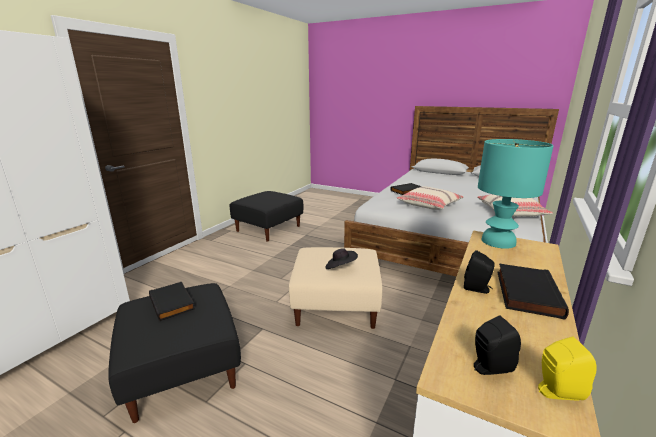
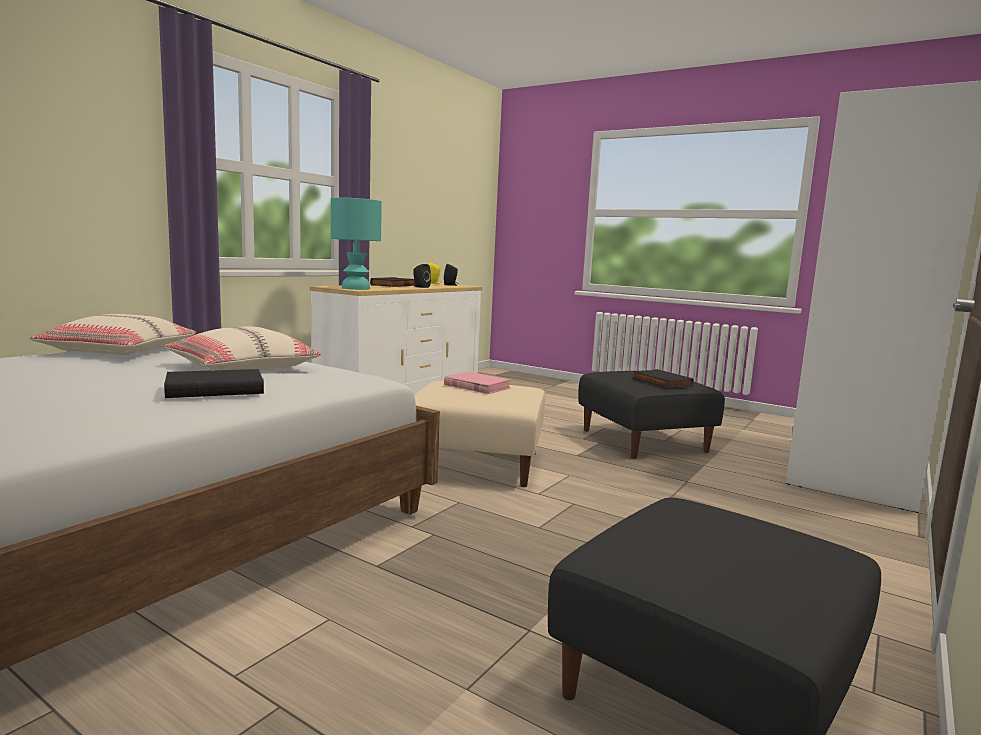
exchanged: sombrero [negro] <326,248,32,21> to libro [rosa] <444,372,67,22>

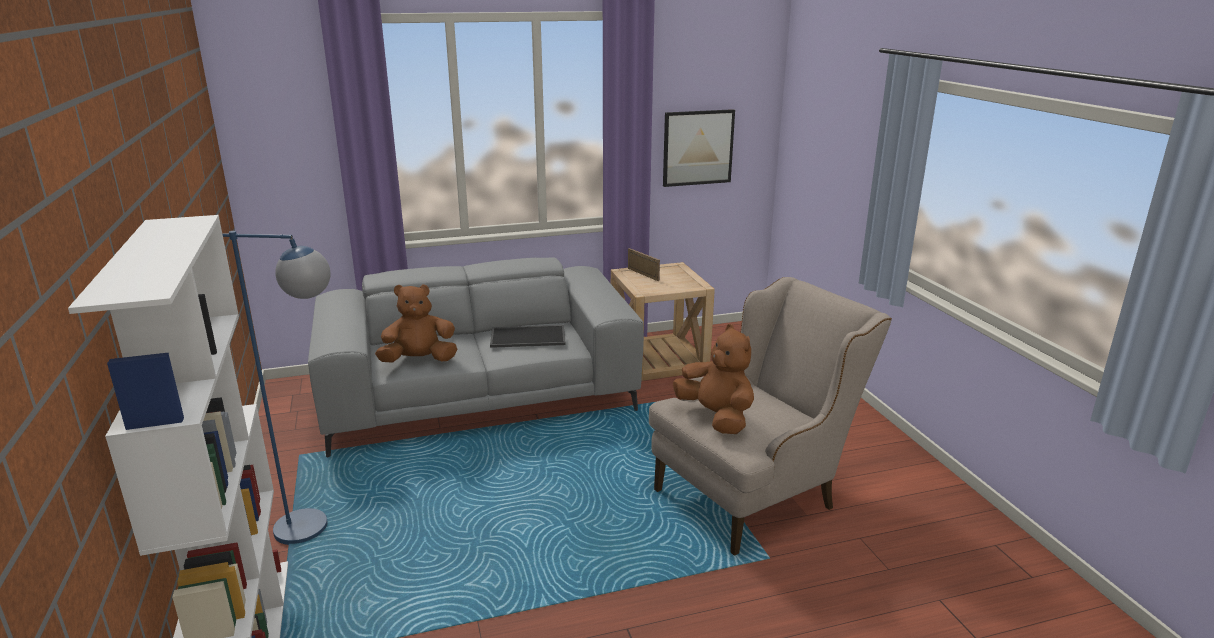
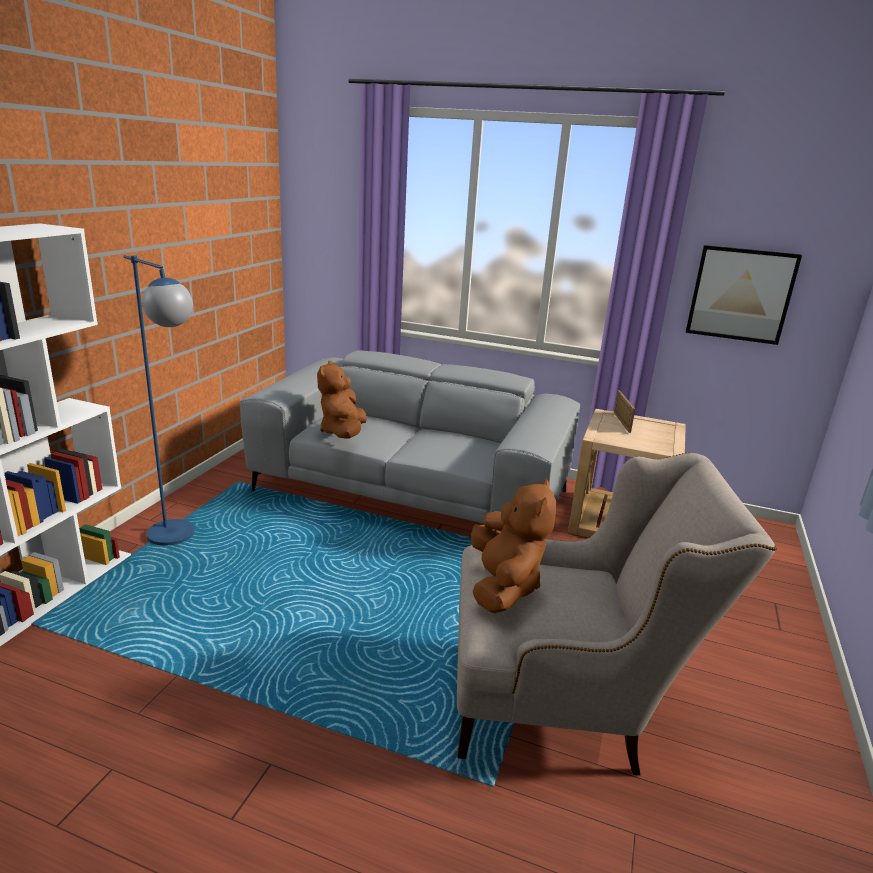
missing: bandeja <490,325,76,23>
spun: peluche [marrón] <375,284,82,79> = <317,361,50,78> 105 degrees counterclockwise

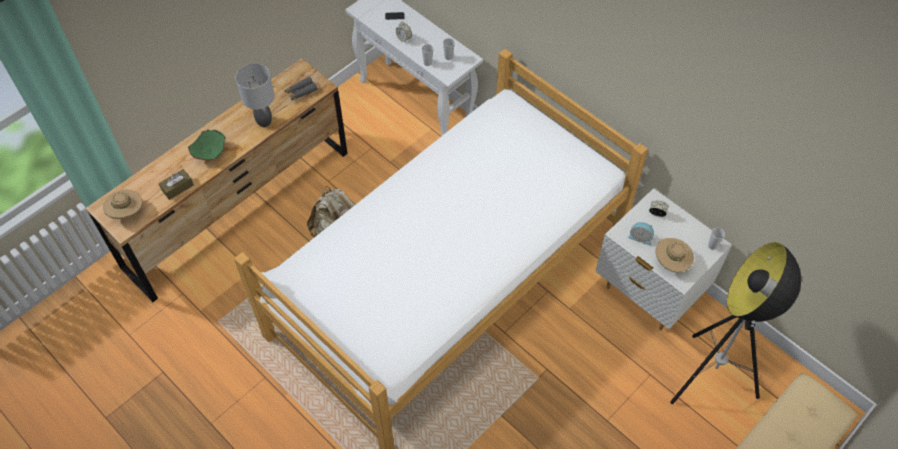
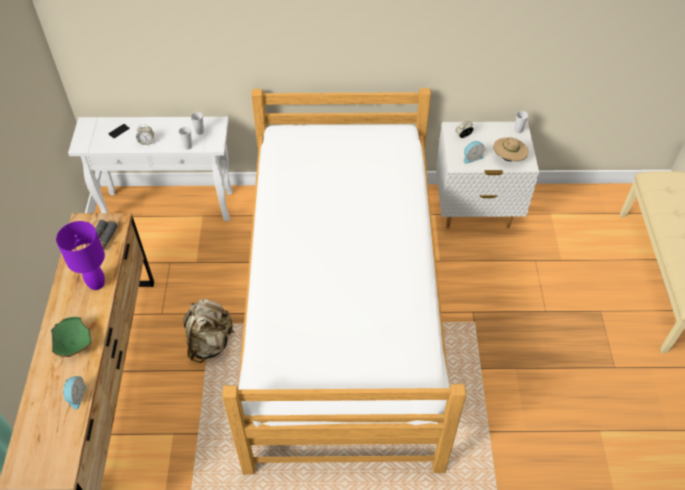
missing: sombrero [beis] <103,190,39,29>; lámpara de pie <670,242,131,162>
exchanged: caja de pañuelos [marrón] <159,169,35,31> to despertador <63,376,23,34>
colour: lámpara de mesa [gris] <236,63,39,64> to lámpara de mesa [morado] <56,221,49,69>

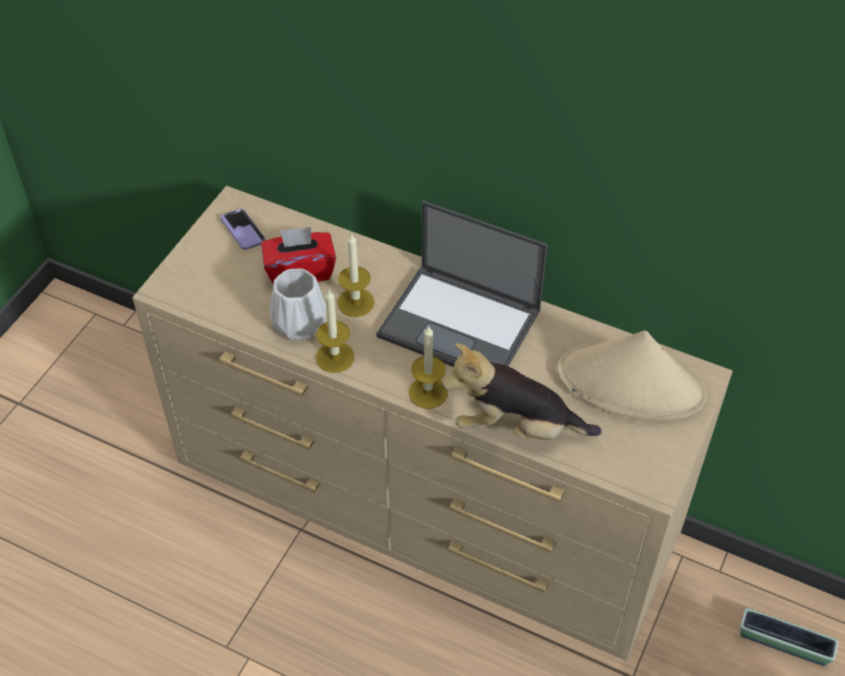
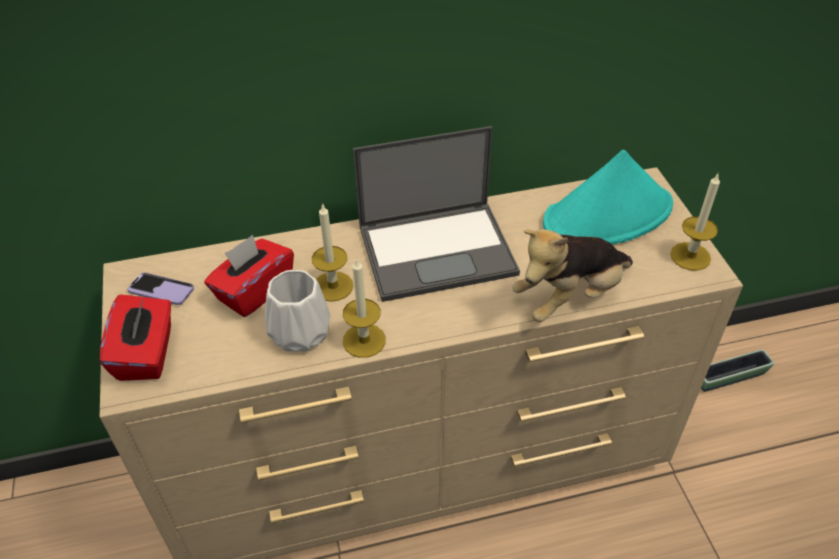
appeared: caja de pañuelos [rojo] <100,294,71,87>
relocated: vela <409,325,39,84> to <670,174,50,97>
colour: sombrero [beis] <557,330,150,91> to sombrero [turquesa] <543,150,130,94>

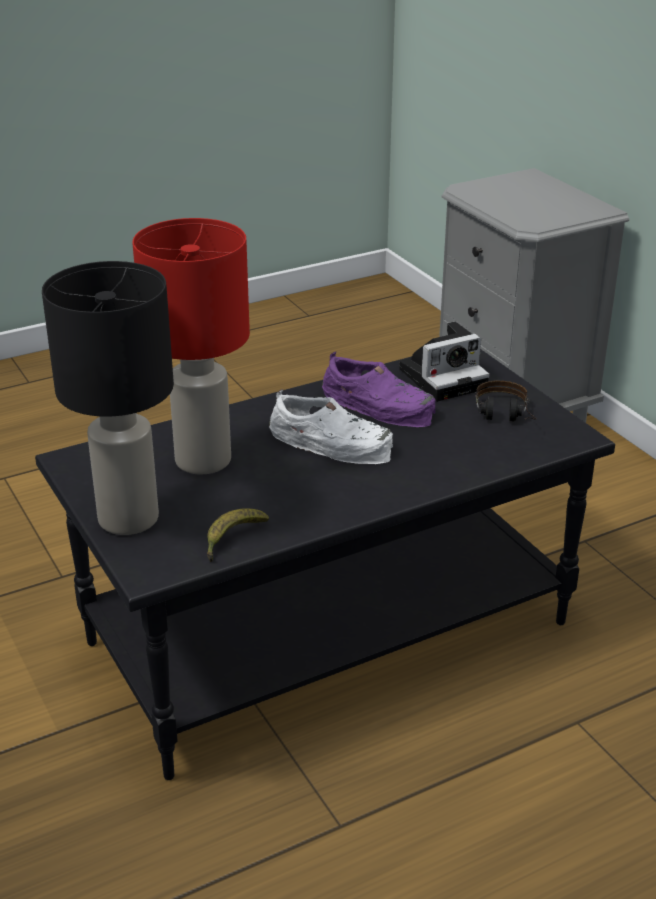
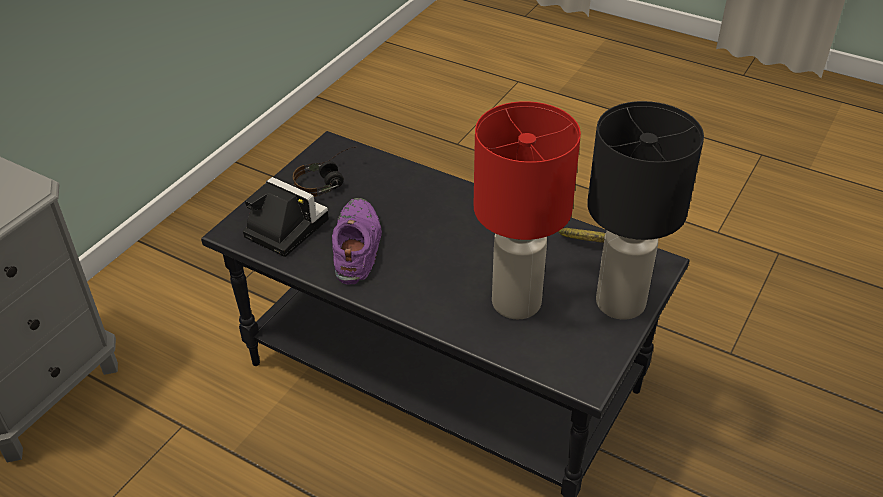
missing: zapato [blanco] <269,389,124,75>

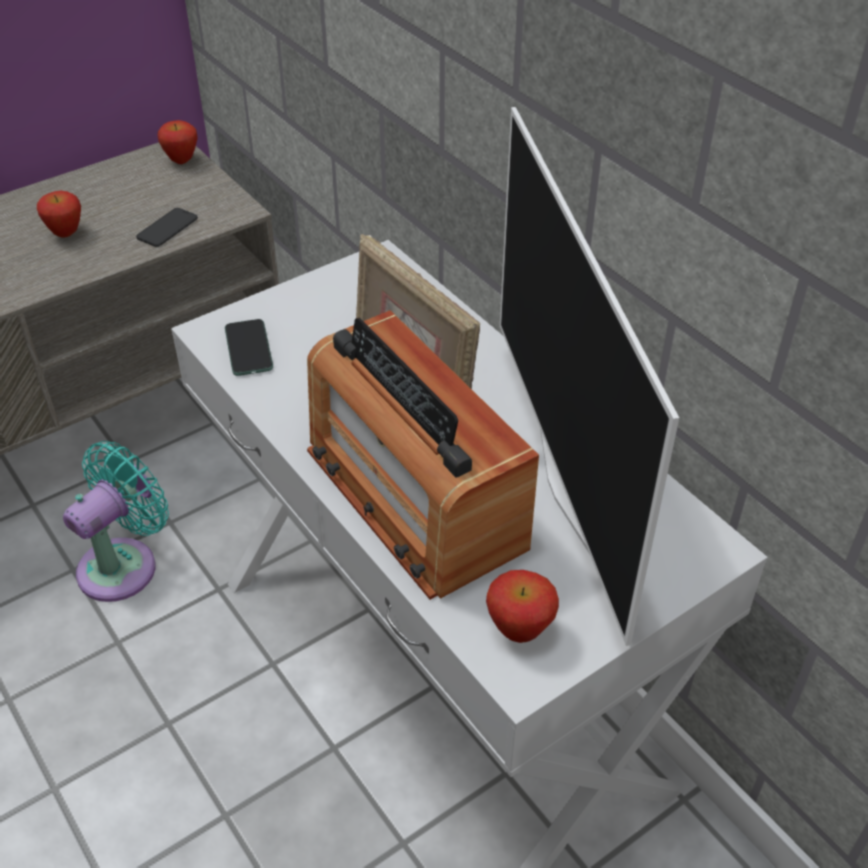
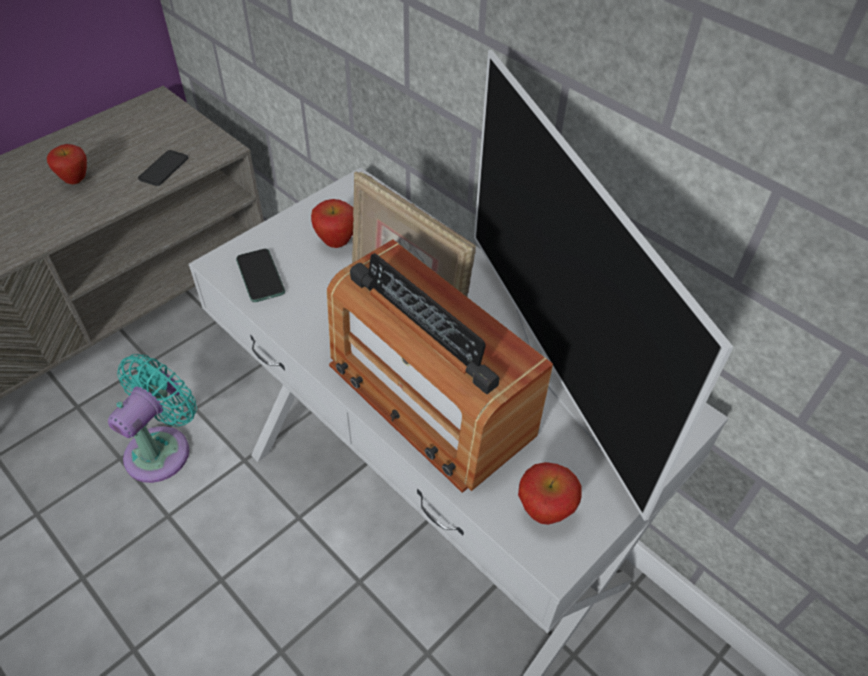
relocated: manzana <158,120,39,44> to <311,199,42,49>

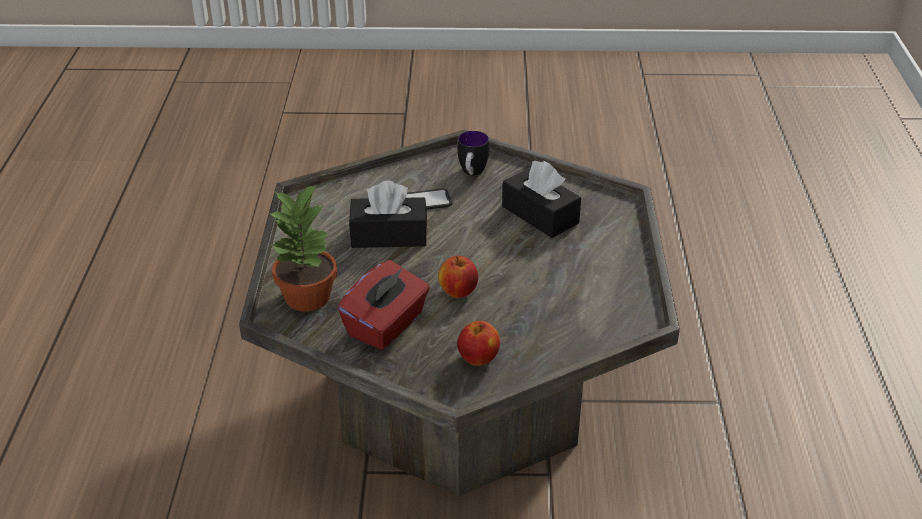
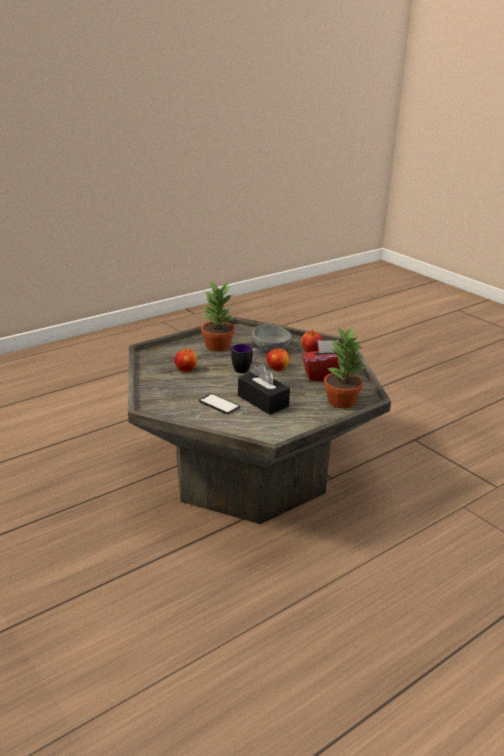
appeared: planta en maceta <201,281,34,71>; cuenco [gris] <252,324,39,27>
relocated: taza grande <457,131,32,45> to <231,344,28,29>
exchanged: caja de pañuelos [negro] <502,161,79,77> to manzana <175,348,22,24>

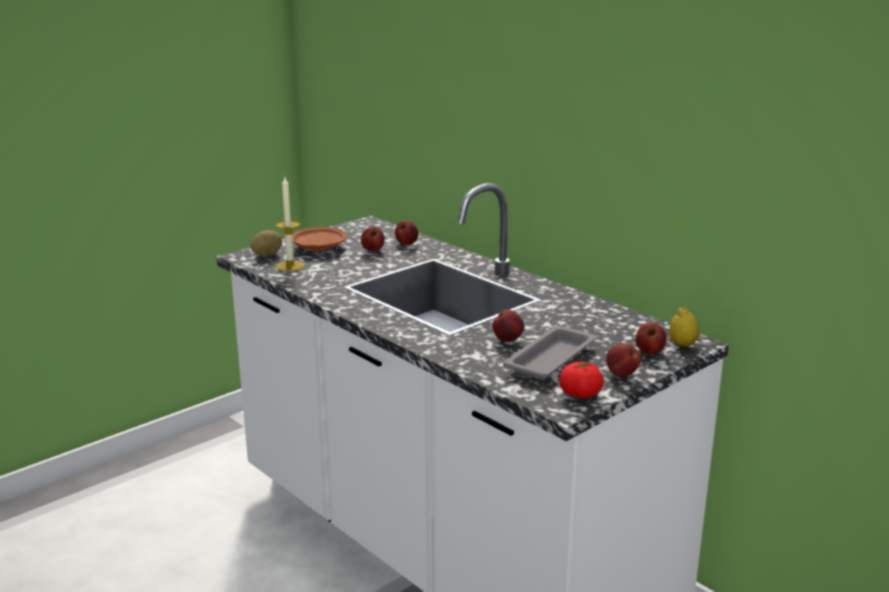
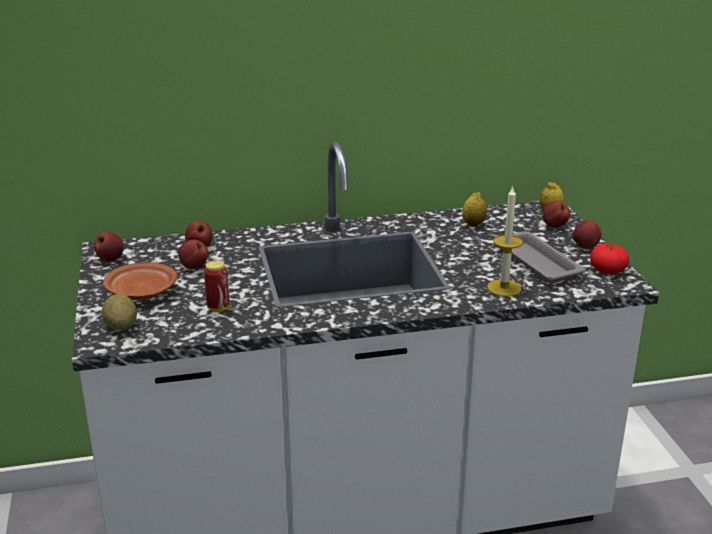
appeared: lata <204,260,26,52>; limón <462,192,25,35>
relocated: manzana <492,309,32,33> to <94,232,30,30>; vela <275,177,30,94> to <487,186,36,110>

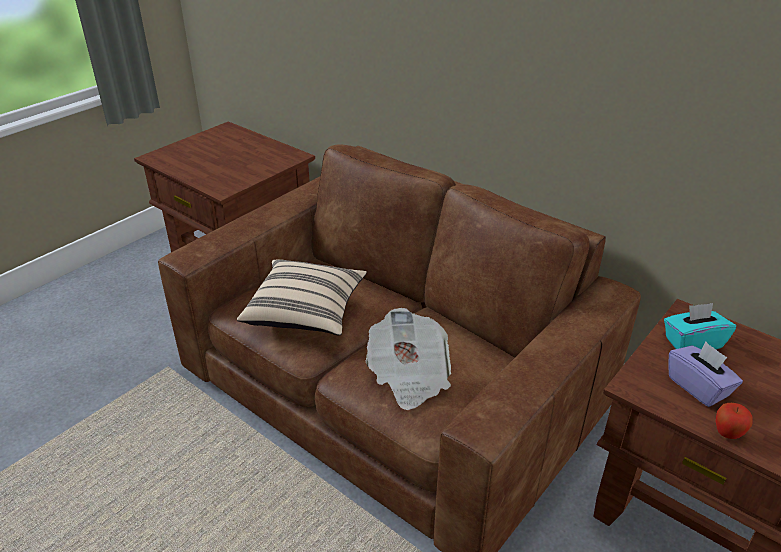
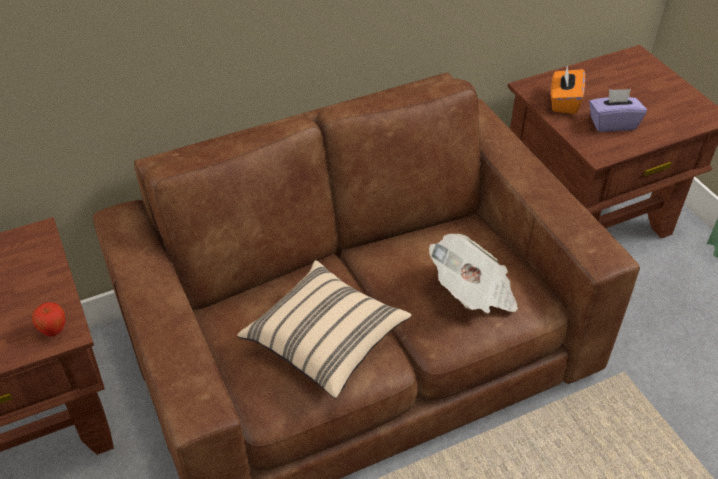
relocated: manzana <716,403,37,36> to <32,302,33,35>
colour: caja de pañuelos [turquesa] <664,303,72,47> to caja de pañuelos [naranja] <551,66,34,48>

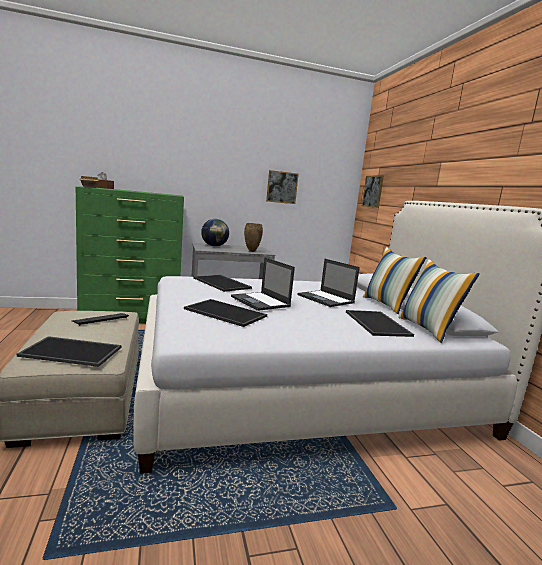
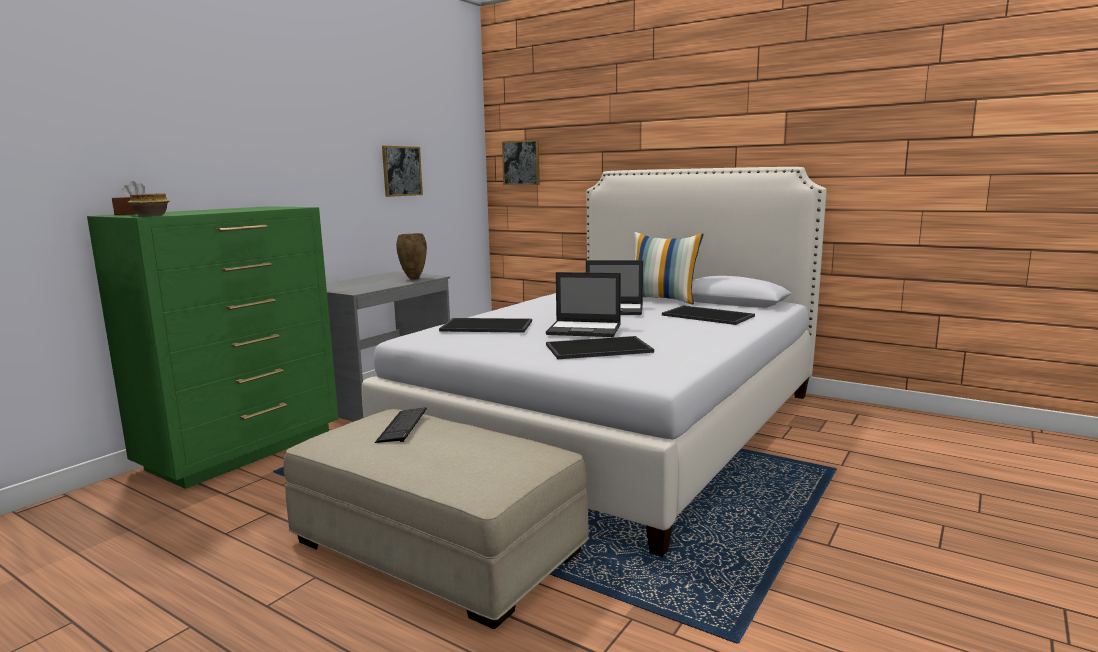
missing: bandeja <17,336,104,31>; globo terráqueo <201,219,28,27>; cojín <398,259,82,84>

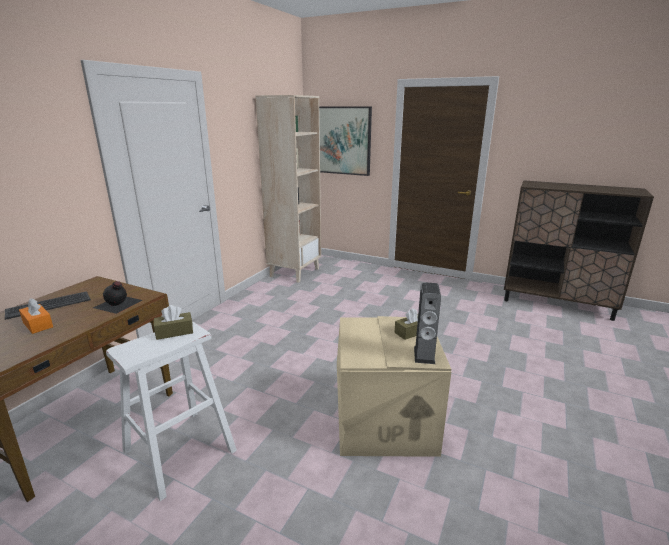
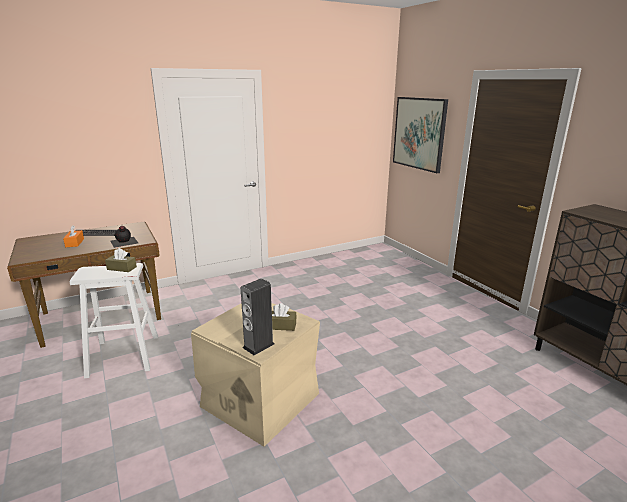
missing: estantería [beis] <255,95,66,188>

